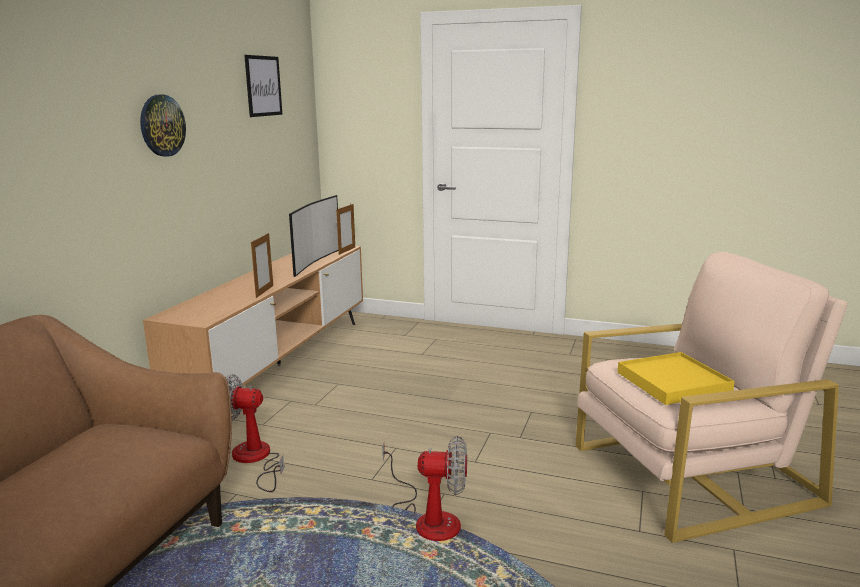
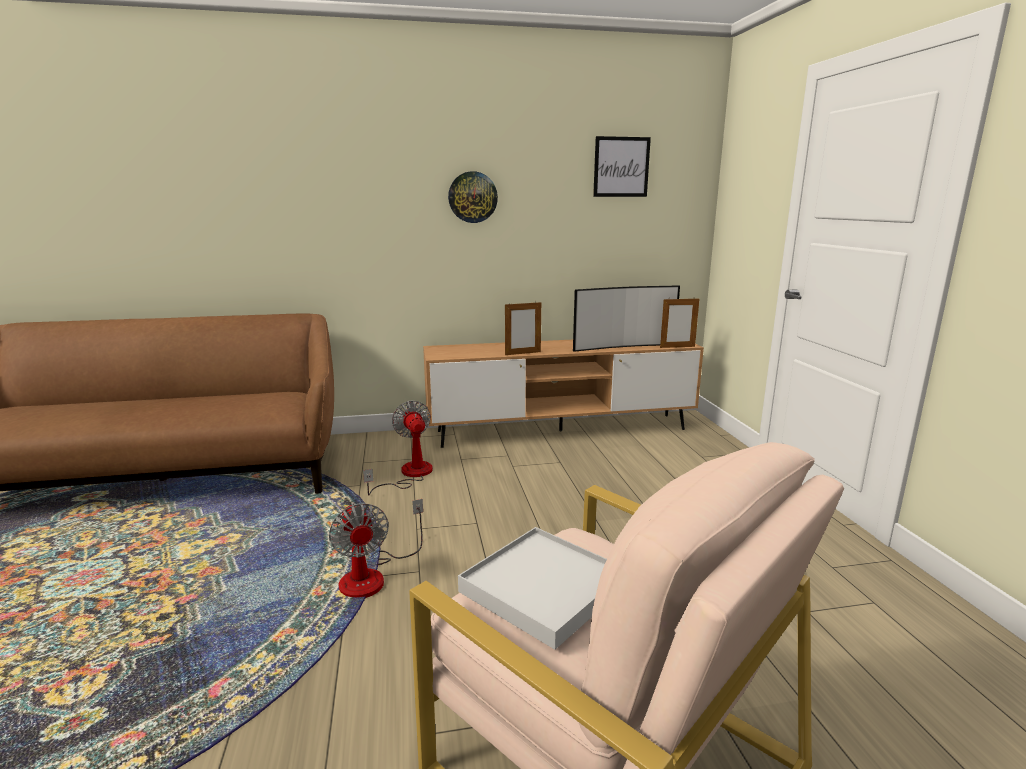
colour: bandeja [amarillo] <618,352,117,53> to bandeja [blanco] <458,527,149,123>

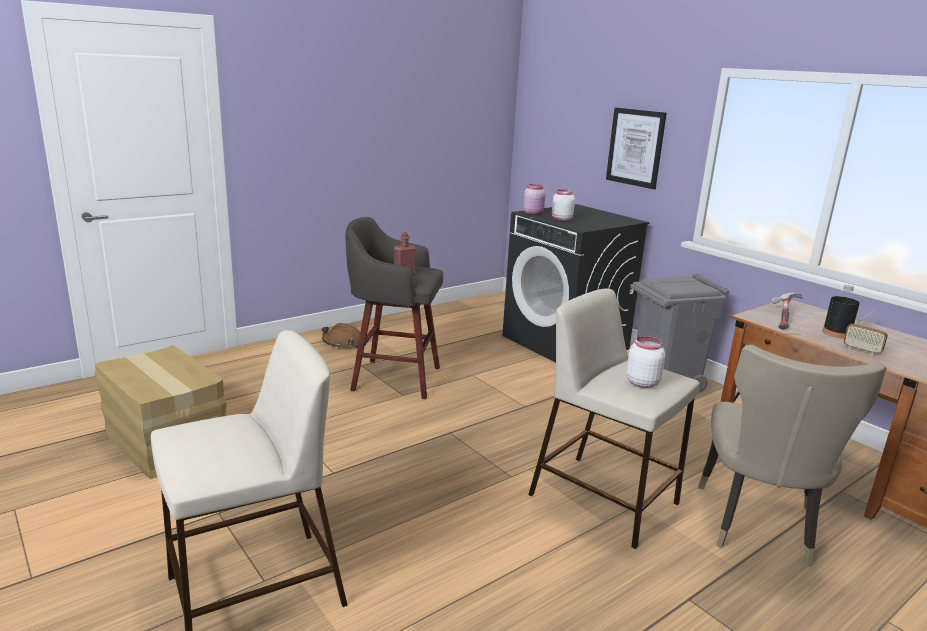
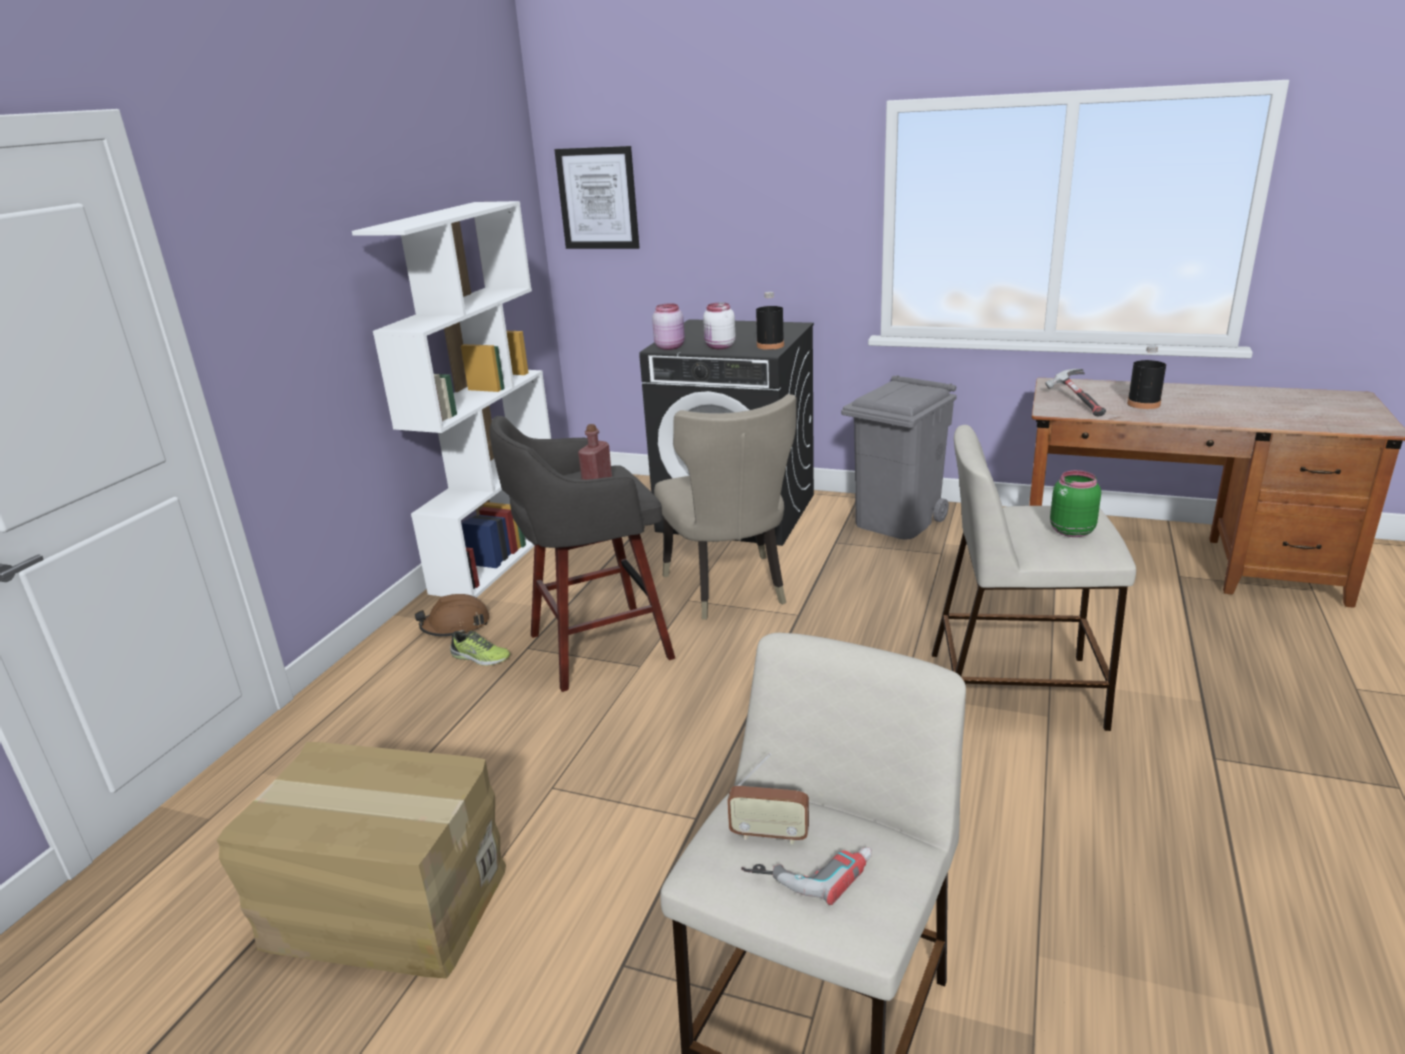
appeared: estantería [blanco] <352,201,199,397>; zapato <450,631,60,35>; taladro <741,847,131,58>; botella [negro] <756,292,28,58>
relocated: cuadro <606,107,61,82> to <554,146,85,103>; silla [beis] <698,345,189,222> to <654,394,142,226>; radio <843,310,45,45> to <727,753,82,92>
colour: tarro [blanco] <626,336,39,52> to tarro [verde] <1050,470,51,67>

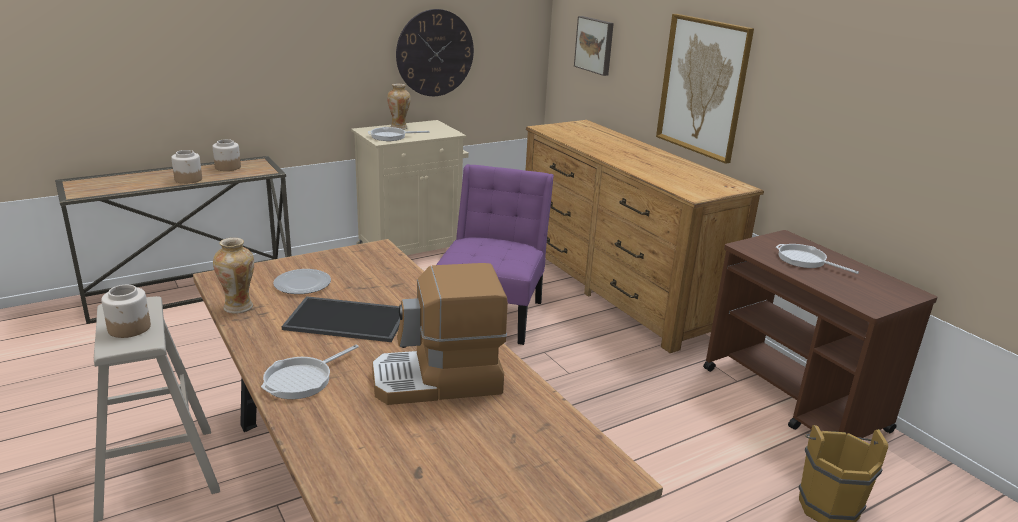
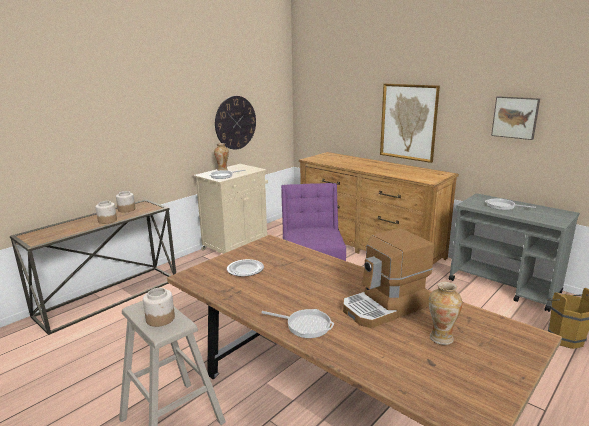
missing: bandeja <282,296,118,46>
relocated: florero <213,238,41,76> to <428,282,35,63>; cuadro <574,16,40,60> to <491,96,49,44>
colour: carrito [marrón] <703,230,235,208> to carrito [gris] <449,193,131,119>
spun: sartén <261,344,98,55> = <261,309,73,29> 90 degrees counterclockwise

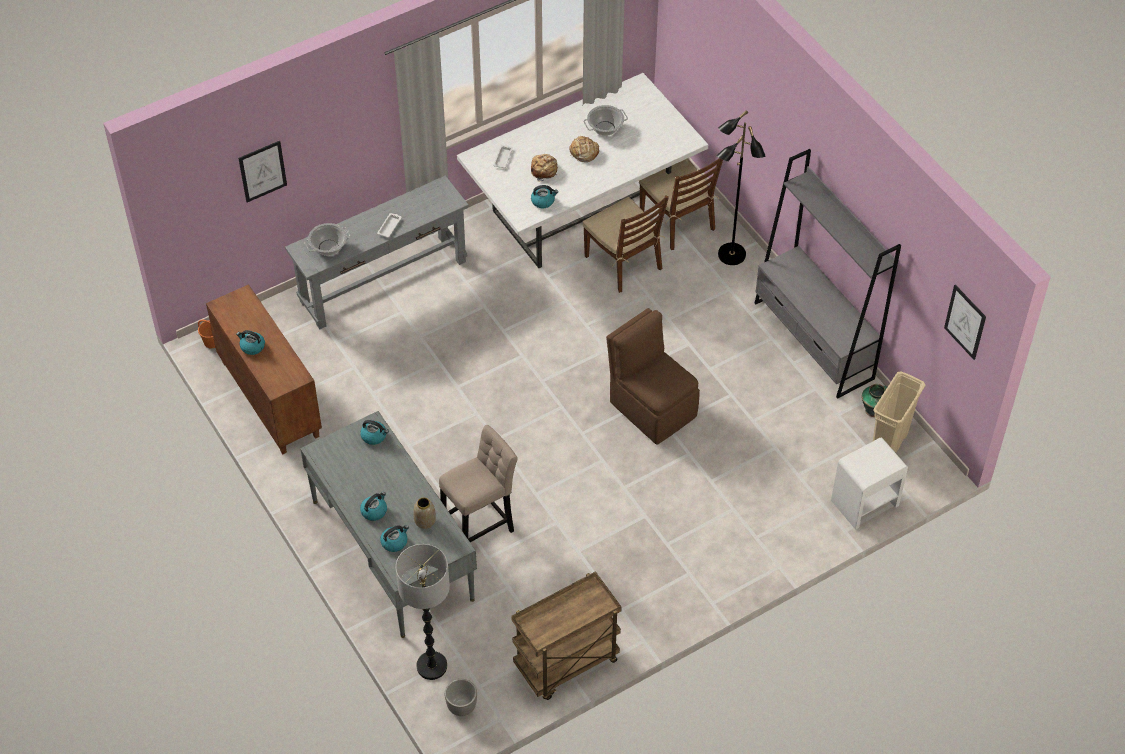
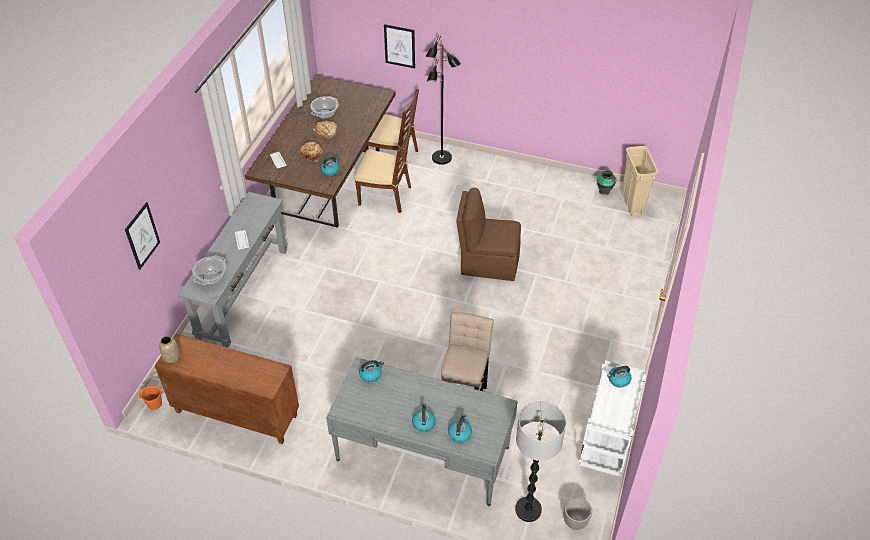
missing: estantería [gris] <755,149,146,250>; mesita de noche [blanco] <831,437,77,93>
relocated: florero <413,498,23,31> to <159,336,21,27>; cuadro <944,285,42,75> to <384,24,31,44>; hervidor <236,330,29,25> to <607,366,24,22>
colour: mesa de comedor [blanco] <457,73,251,195> to mesa de comedor [marrón] <245,75,151,153>; carrito [marrón] <511,571,111,129> to carrito [blanco] <579,360,67,116>

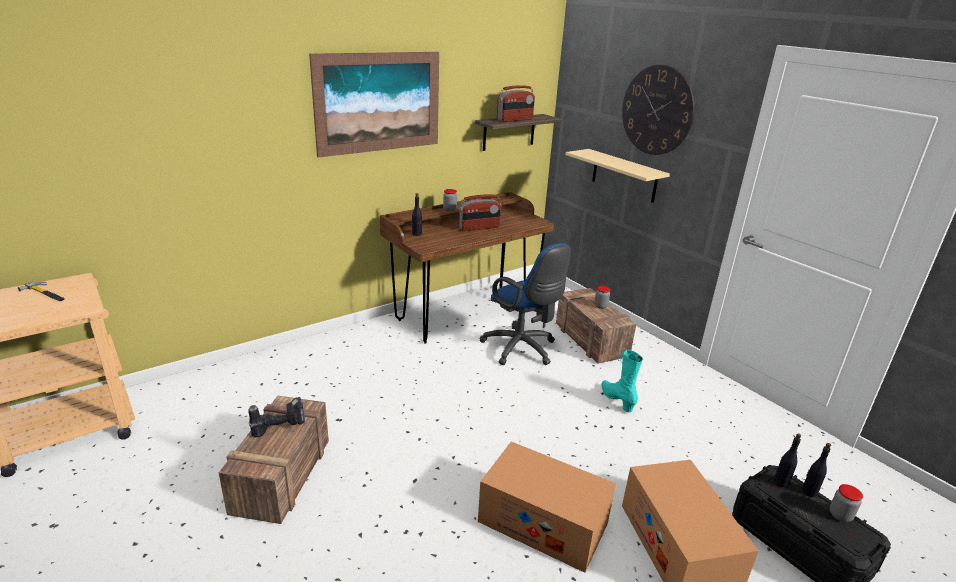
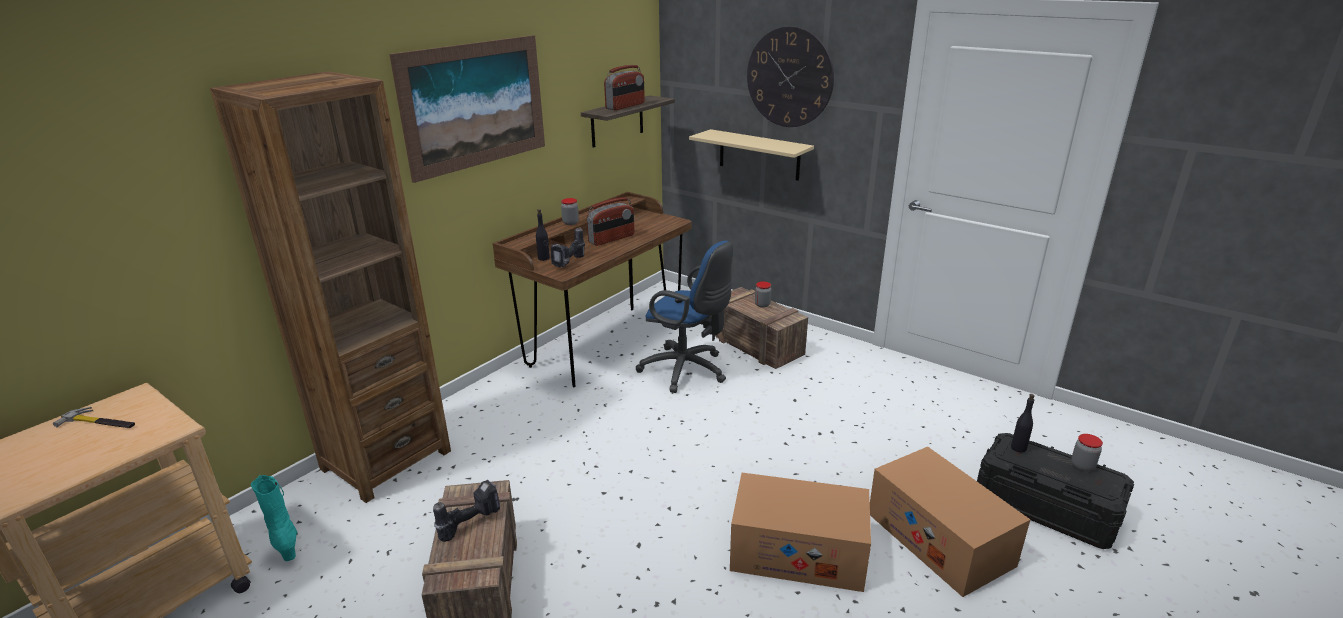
missing: botella [negro] <802,443,29,55>
appeared: estantería [marrón] <210,71,241,432>; taladro <551,227,34,41>
relocated: bota [turquesa] <602,349,41,63> to <251,475,47,86>

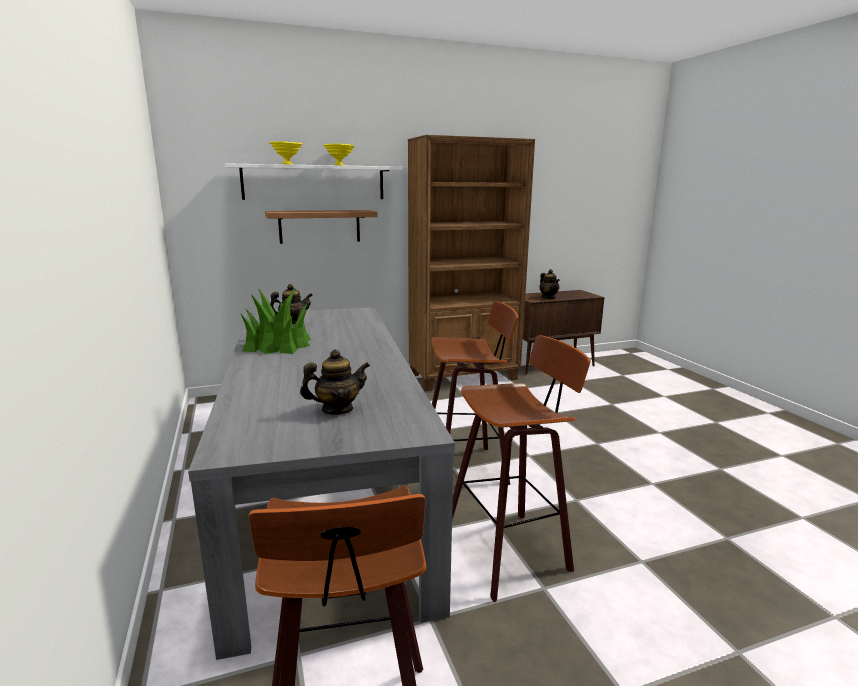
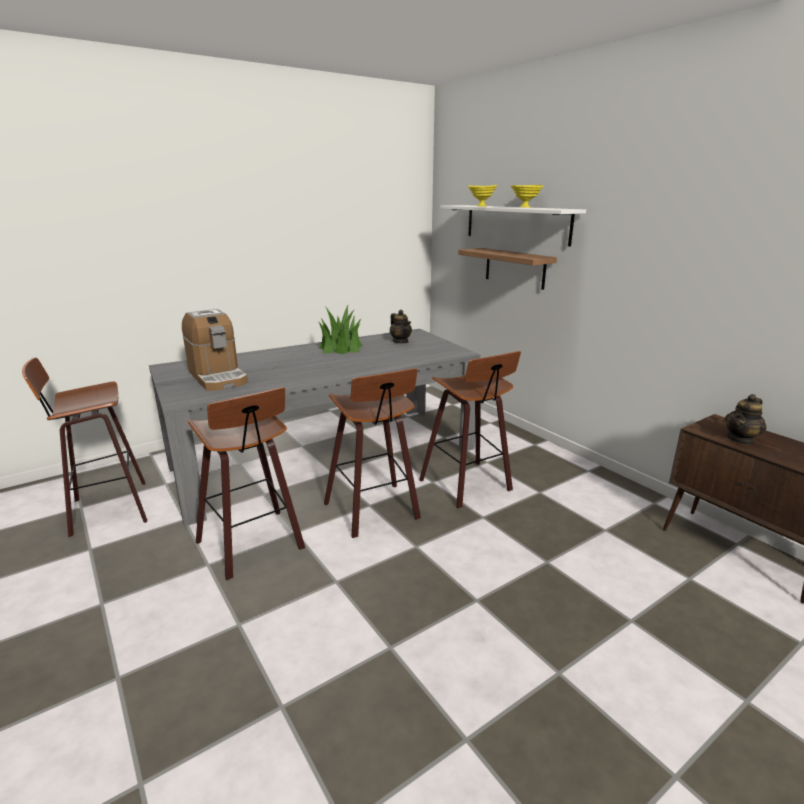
missing: estantería [marrón] <408,135,127,256>
appeared: taburete <419,351,102,157>
exchanged: tetera <300,349,70,66> to cafetera <182,309,66,82>

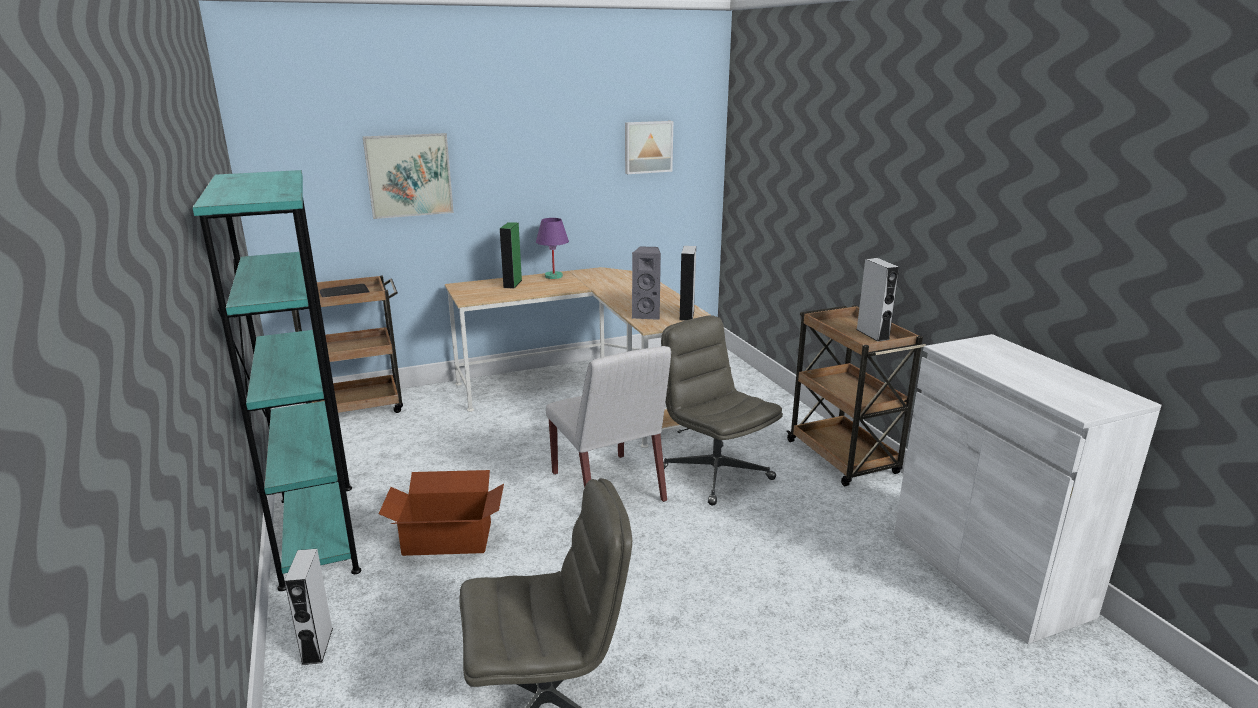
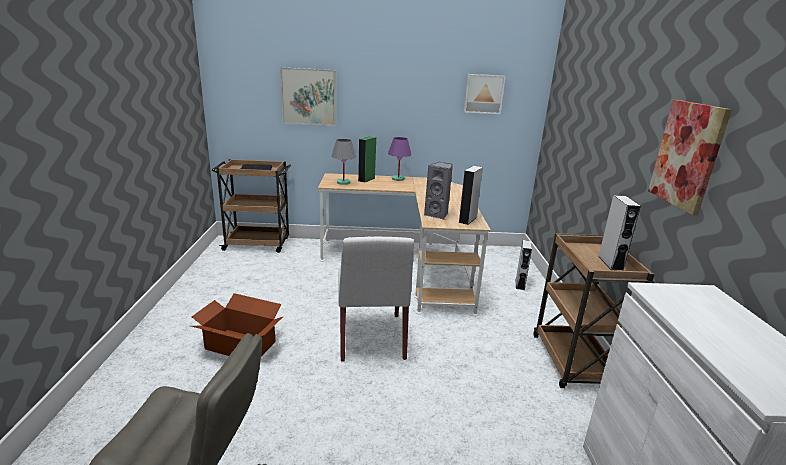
missing: estantería [turquesa] <192,170,169,421>; silla de oficina [gris] <661,315,122,191>
appeared: lámpara de mesa [gris] <331,139,25,46>; cuadro <648,100,84,115>
relocated: altavoz [gris] <284,549,49,116> to <516,240,16,50>

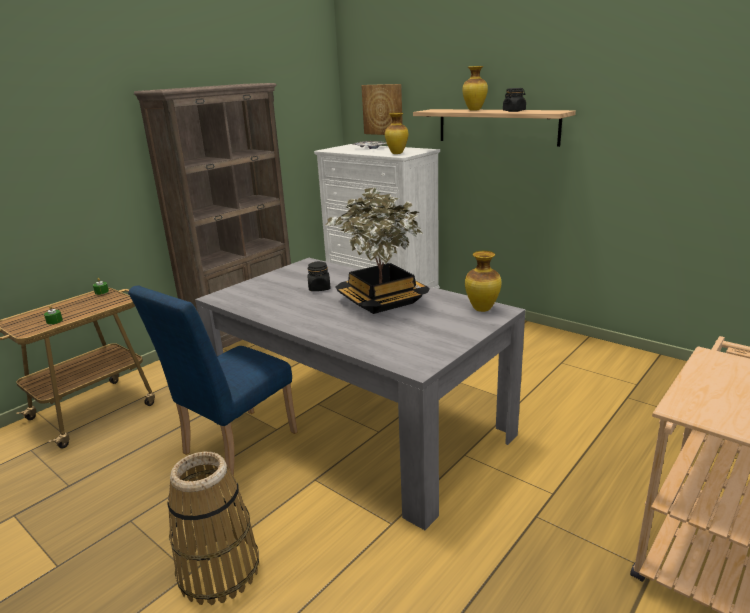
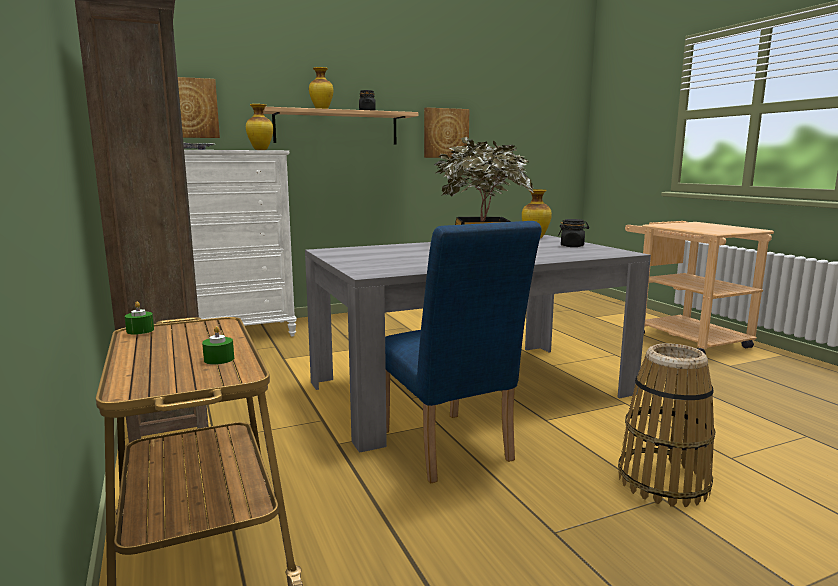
appeared: cuadro <424,108,45,50>
relocated: tarro [negro] <307,261,24,30> to <558,219,31,28>

